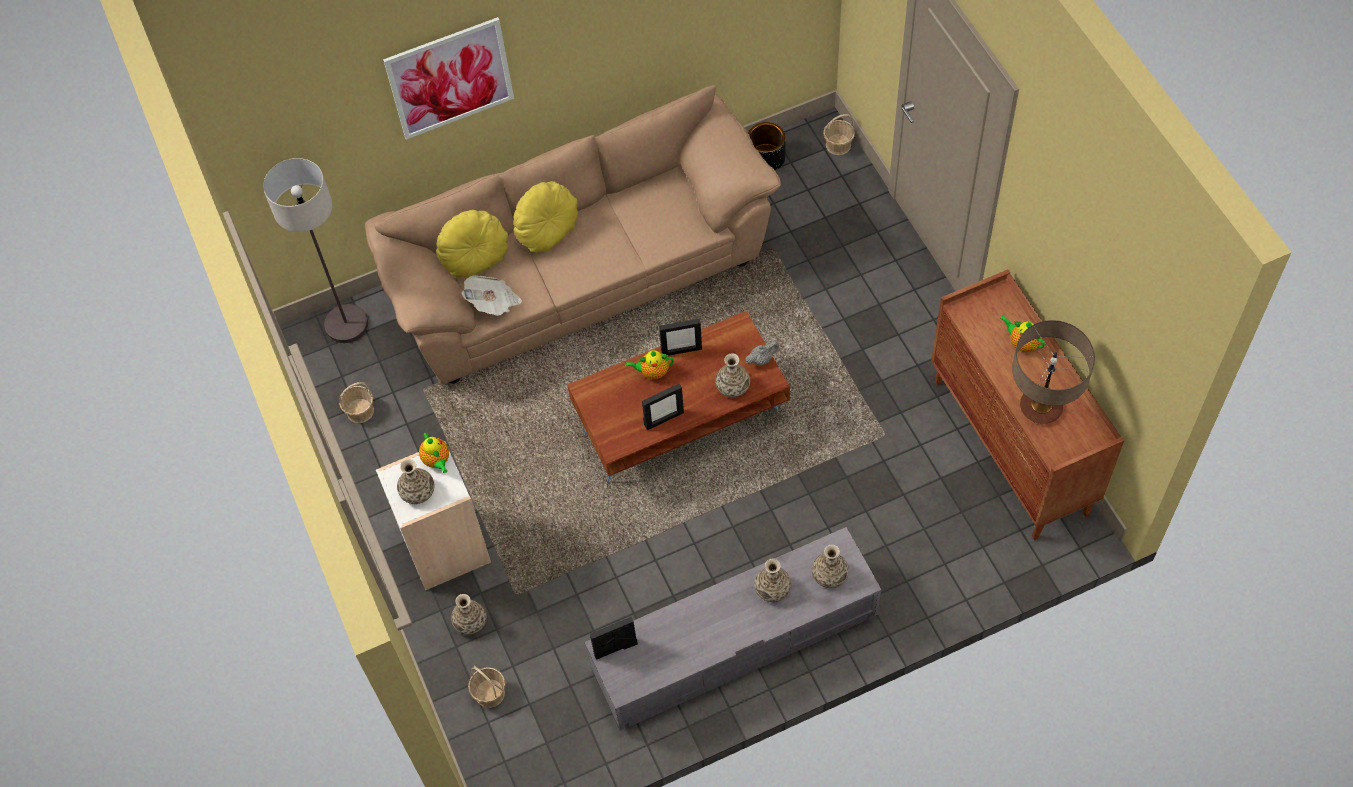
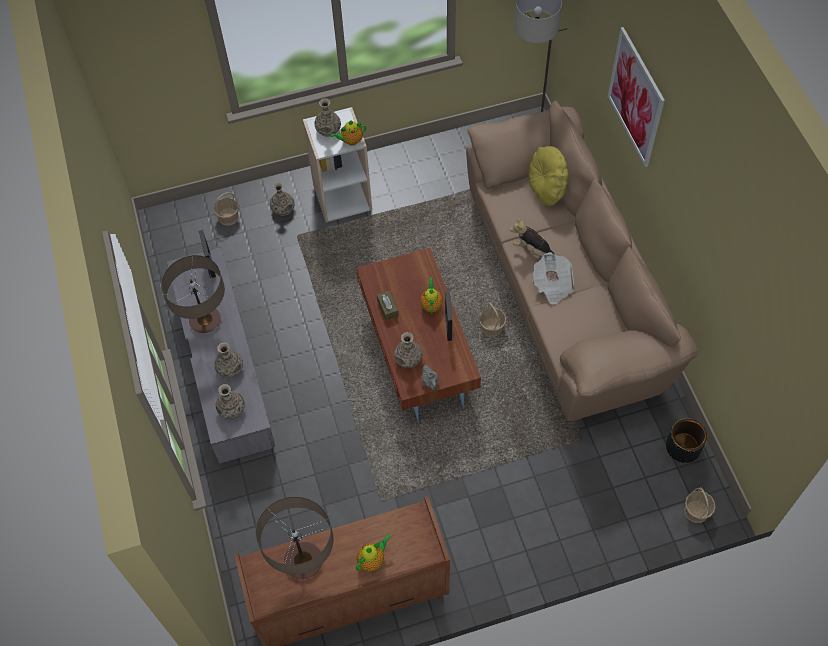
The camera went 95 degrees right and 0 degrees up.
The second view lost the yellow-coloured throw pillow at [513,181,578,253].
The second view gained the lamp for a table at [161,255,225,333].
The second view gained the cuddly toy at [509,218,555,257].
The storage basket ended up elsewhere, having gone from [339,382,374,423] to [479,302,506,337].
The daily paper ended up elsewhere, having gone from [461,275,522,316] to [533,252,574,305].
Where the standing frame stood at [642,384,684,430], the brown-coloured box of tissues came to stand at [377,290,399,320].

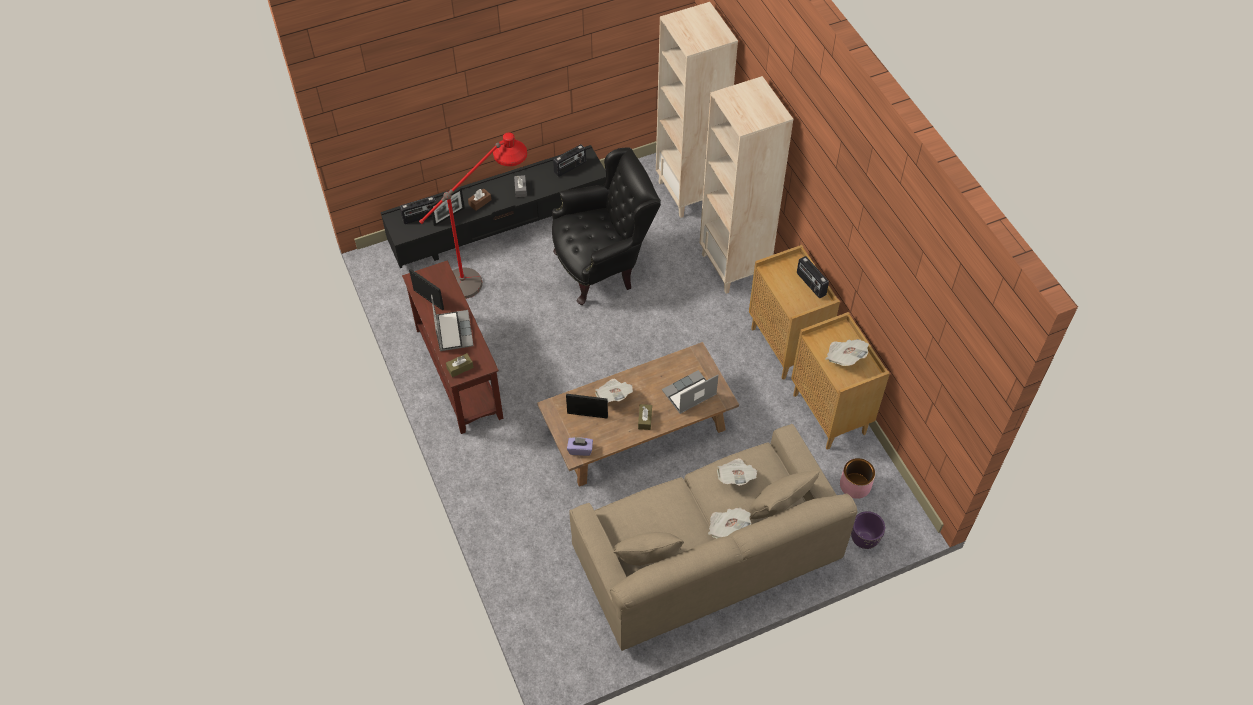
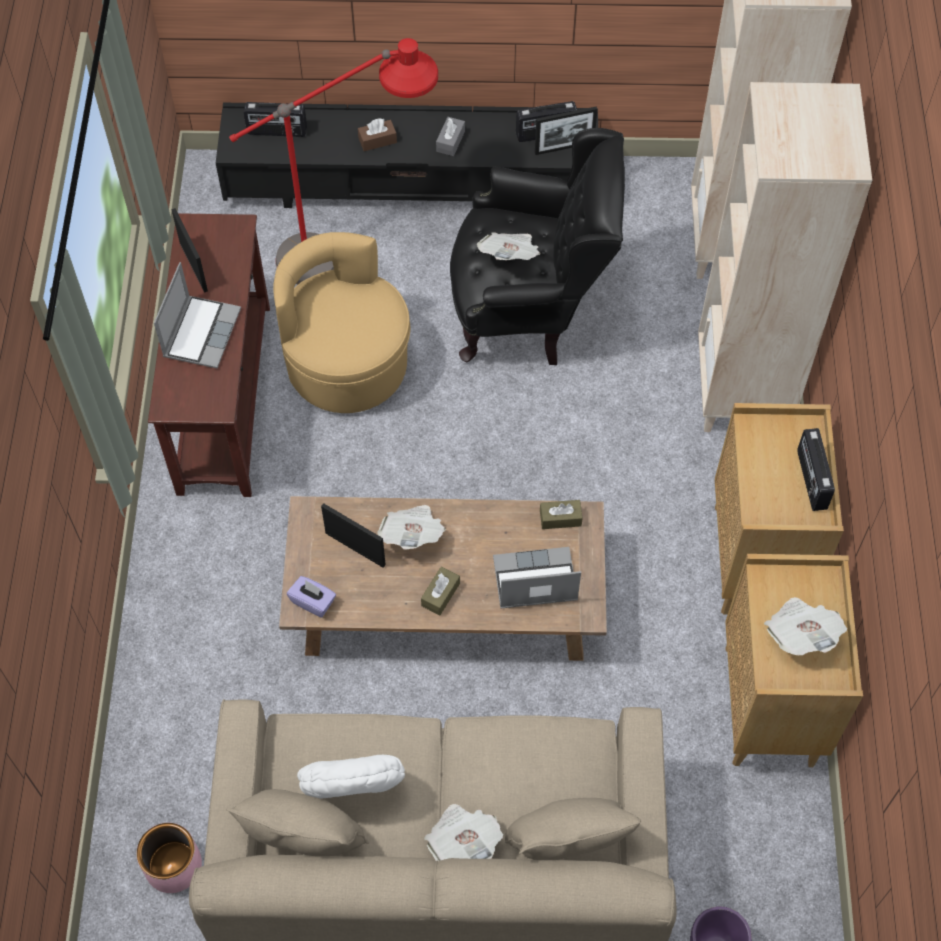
The camera went 25 degrees right and 5 degrees up.
The second view gained the beige-coloured armchair at [273,232,410,413].
The second view gained the white throw pillow at [297,755,405,799].
The standing frame ended up elsewhere, having gone from [430,187,465,226] to [535,107,597,155].
The brown-coloured box of tissues ended up elsewhere, having gone from [446,353,474,377] to [540,500,583,529].
The daily paper ended up elsewhere, having gone from [717,458,757,486] to [477,232,540,260].
The pink-coloured flower pot ended up elsewhere, having gone from [840,458,875,499] to [136,823,202,893].

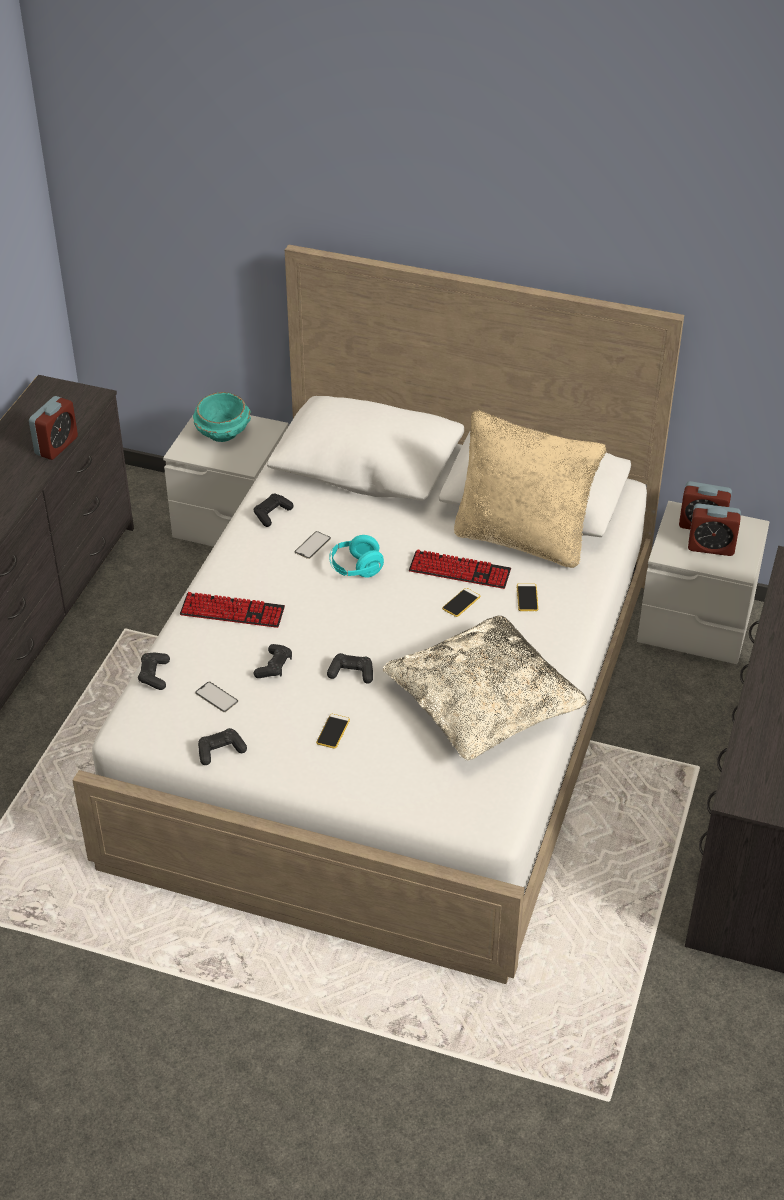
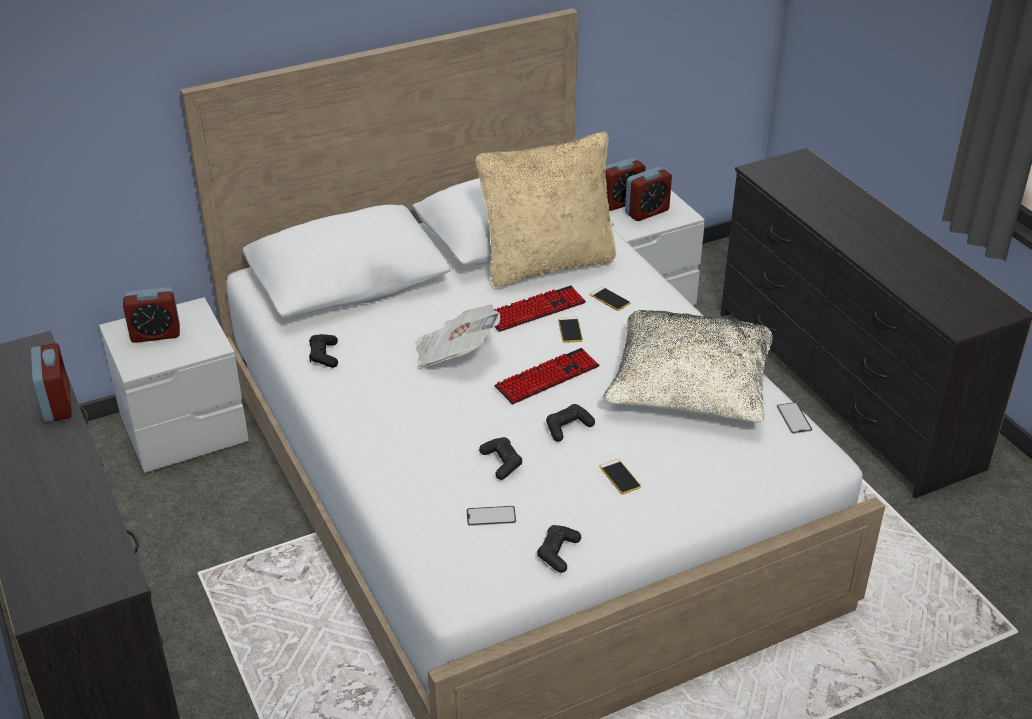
The camera went 45 degrees left and 5 degrees down.
The second view lost the black-coloured game controller at [138,653,170,690].
The computer keyboard ended up elsewhere, having gone from [180,592,285,628] to [495,348,599,404].
The handset ended up elsewhere, having gone from [295,531,331,559] to [777,402,812,434].
Where the blue-green serving bowl stood at [193,392,251,442], the table clock came to stand at [123,287,180,343].
Where the blue-green headphones stood at [329,535,384,578], the daily paper came to stand at [415,304,500,367].

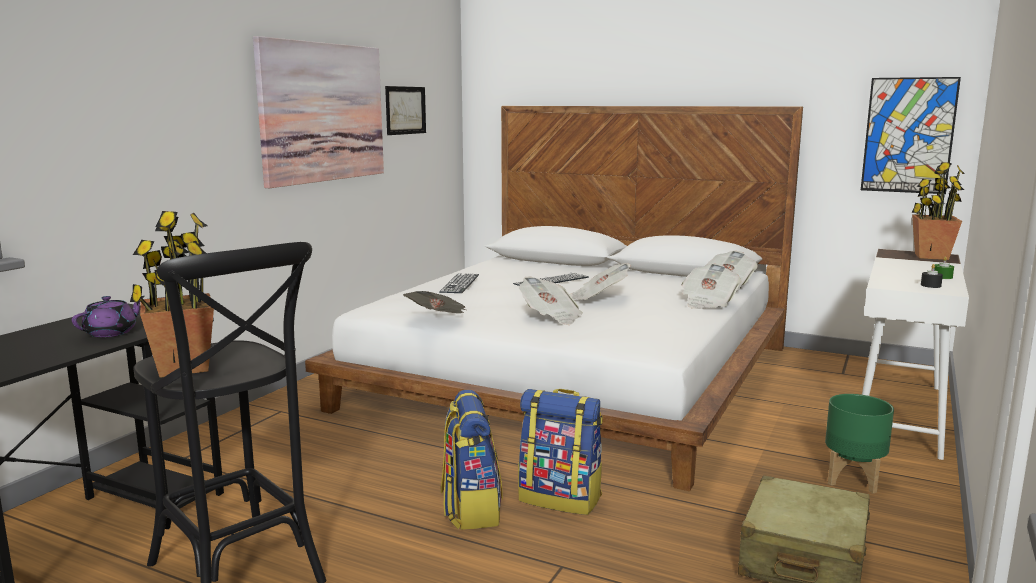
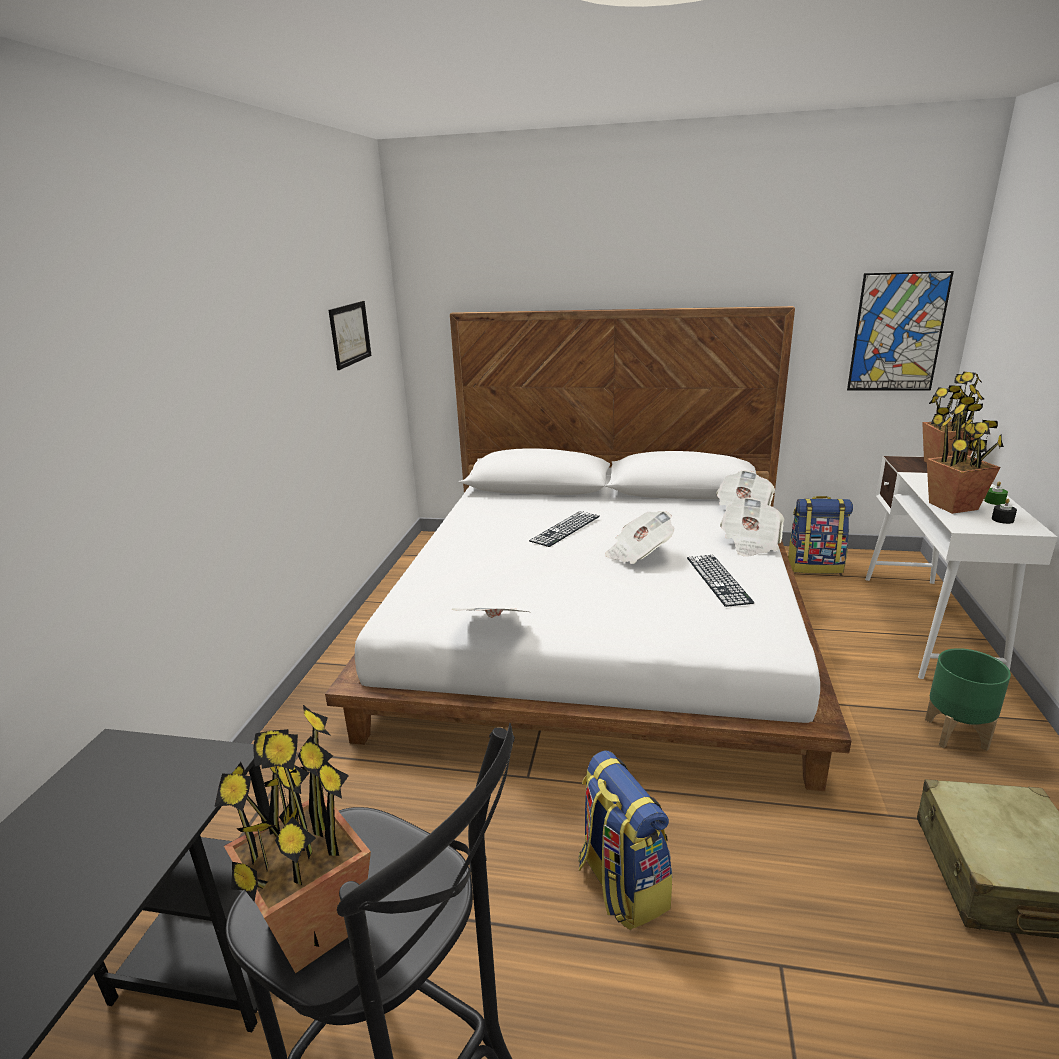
The camera went 15 degrees left and 10 degrees up.
The second view lost the purplish tea pot at [72,296,145,337].
The second view lost the picture at [253,36,384,188].
The second view lost the daily paper at [519,276,583,325].
The second view gained the plant in a pot at [927,396,1004,514].
The computer keyboard ended up elsewhere, having gone from [439,273,479,293] to [687,555,754,607].
The knapsack ended up elsewhere, having gone from [518,389,603,515] to [788,496,853,574].

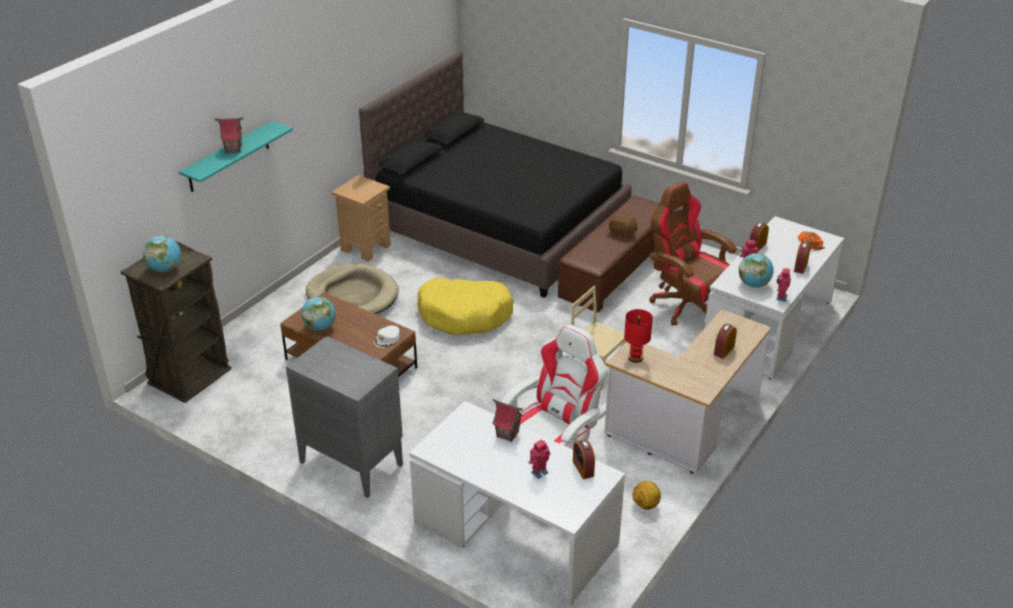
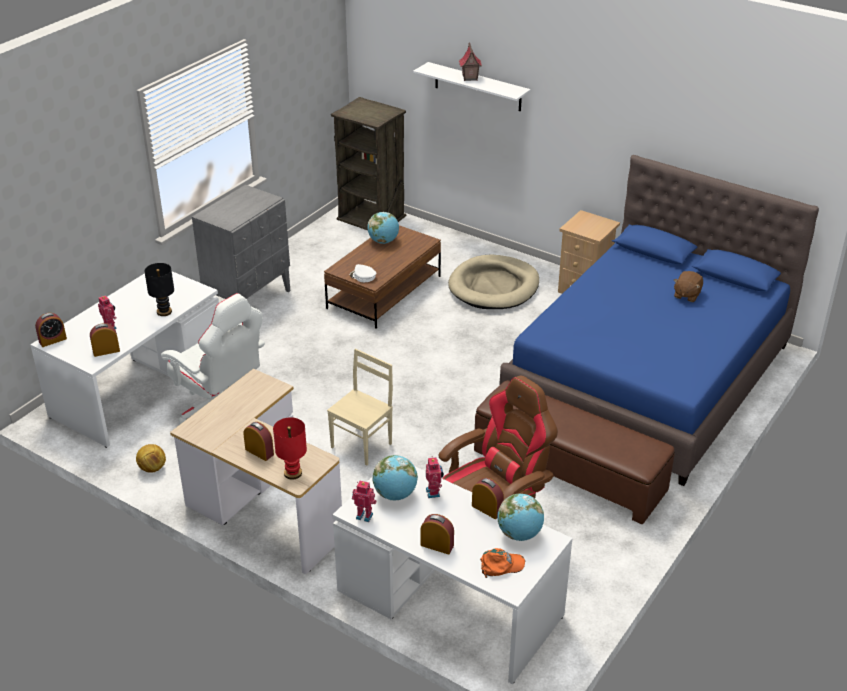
The camera went 90 degrees right and 0 degrees up.
The second view lost the yellow-coloured pet bed at [417,278,514,335].
The second view gained the table clock at [35,313,67,347].
The world globe ended up elsewhere, having gone from [143,235,181,272] to [497,493,544,541].
The brown-coloured cuddly toy ended up elsewhere, having gone from [609,213,638,239] to [674,271,703,302].
The red-coloured lamp for a table ended up elsewhere, having gone from [624,309,653,363] to [273,417,307,480].
Where the toy house stood at [492,399,523,442], the black-coloured lamp for a table came to stand at [144,263,174,316].
What was the blue-green shelf at [179,121,293,192] turned into the white shelf at [413,62,531,112].
What was the black-coloured bed at [359,51,632,298] turned into the blue-coloured bed at [499,155,819,486].

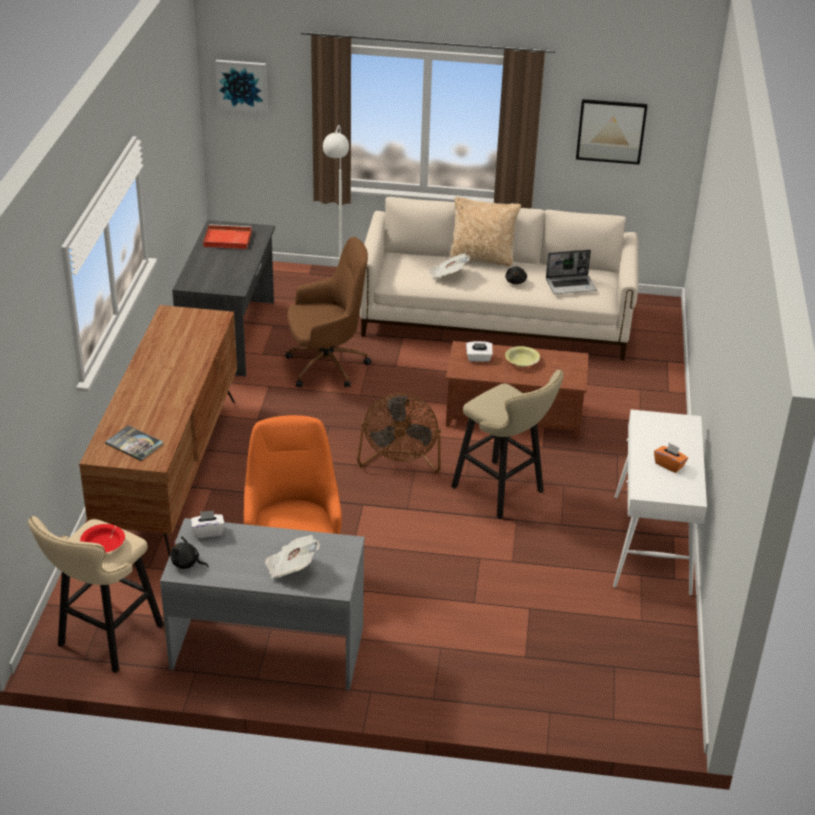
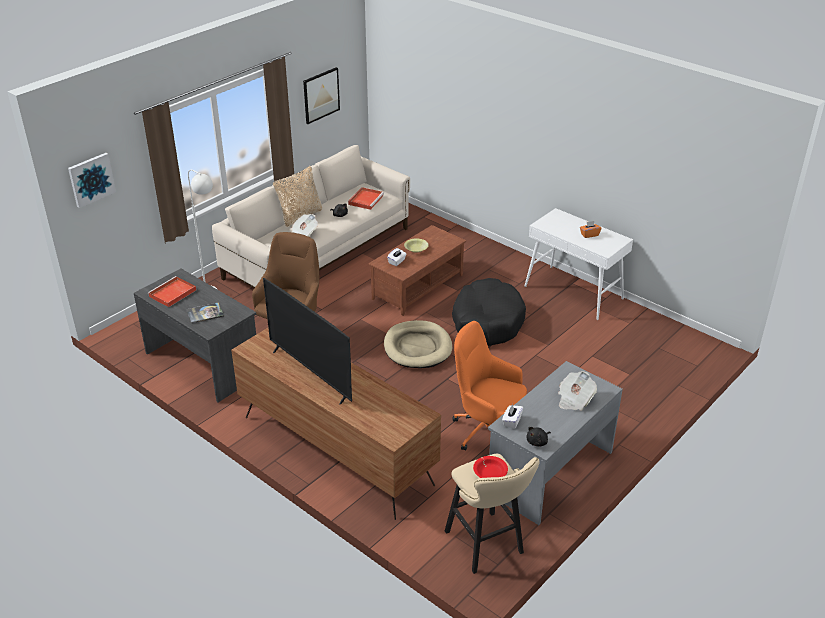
The camera went 55 degrees left and 0 degrees up.
The second view gained the television at [263,278,352,405].
The volume ended up elsewhere, having gone from [105,425,164,461] to [186,302,224,324].
Where the brown-coloured cooling fan stood at [357,393,441,474], the beige-coloured pet bed came to stand at [384,320,452,368].
Where the beige-coloured stool seat stood at [451,370,563,519], the black-coloured pet bed came to stand at [452,278,526,346].
Where the portable computer stood at [546,250,596,294], the red-coloured carrying tray came to stand at [348,187,384,210].

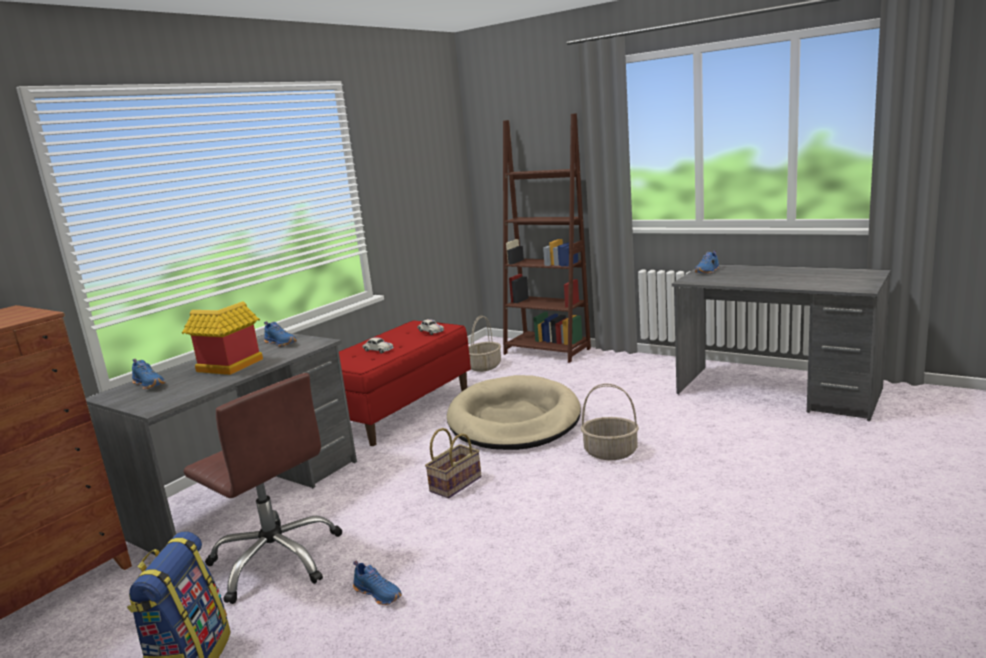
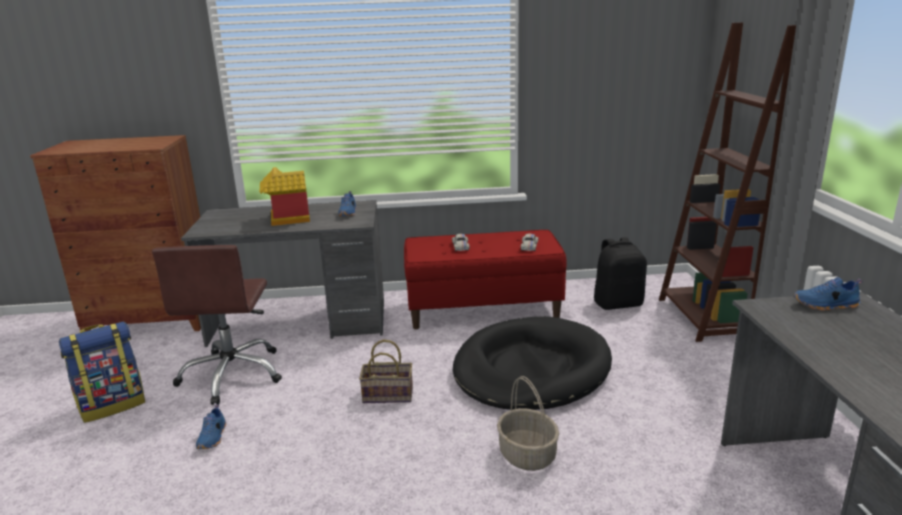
The camera went 50 degrees right and 5 degrees up.
The second view lost the blue-coloured low shoe at [132,359,165,389].
Where the storage basket stood at [469,316,501,372], the black-coloured knapsack came to stand at [594,237,647,310].
What was the beige-coloured pet bed at [447,375,581,450] turned into the black-coloured pet bed at [453,316,612,410].

